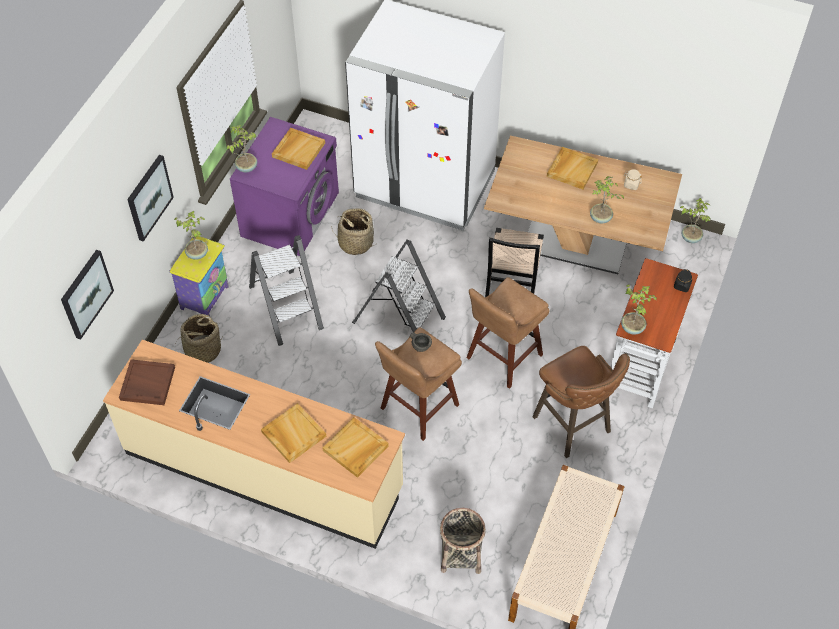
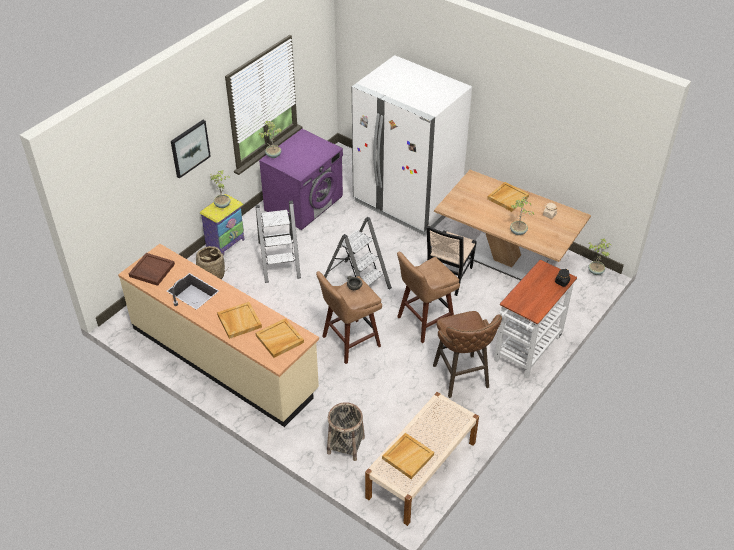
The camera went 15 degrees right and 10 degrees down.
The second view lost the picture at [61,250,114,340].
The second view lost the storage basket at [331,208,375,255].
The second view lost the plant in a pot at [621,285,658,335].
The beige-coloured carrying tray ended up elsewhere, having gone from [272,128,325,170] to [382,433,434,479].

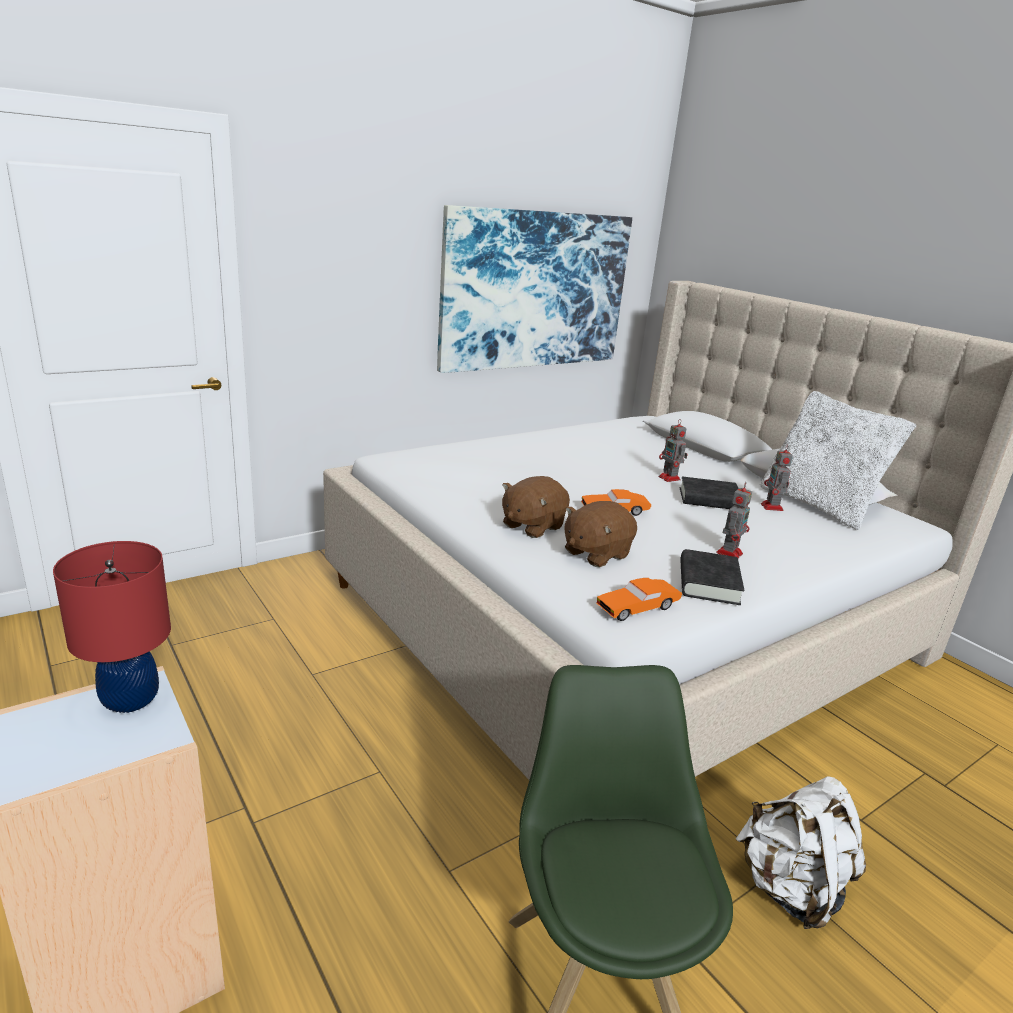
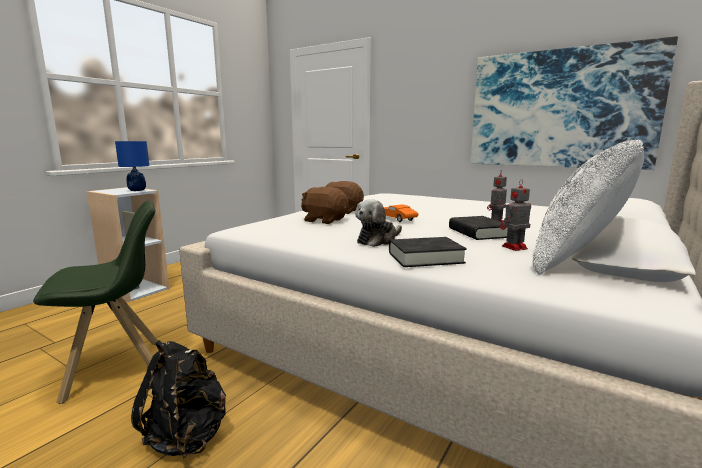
The camera went 70 degrees right and 10 degrees down.
The second view lost the orange model car at [597,578,682,621].
The black-coloured volume ended up elsewhere, having gone from [680,549,744,605] to [389,237,467,267].
Where the toy robot stood at [716,482,752,558], the cuddly toy came to stand at [355,199,402,247].
What was the red-coloured lamp for a table at [53,541,171,713] turned into the blue-coloured lamp for a table at [115,140,149,191].
What was the white knapsack at [736,776,866,929] turned into the black-coloured knapsack at [131,340,226,458].

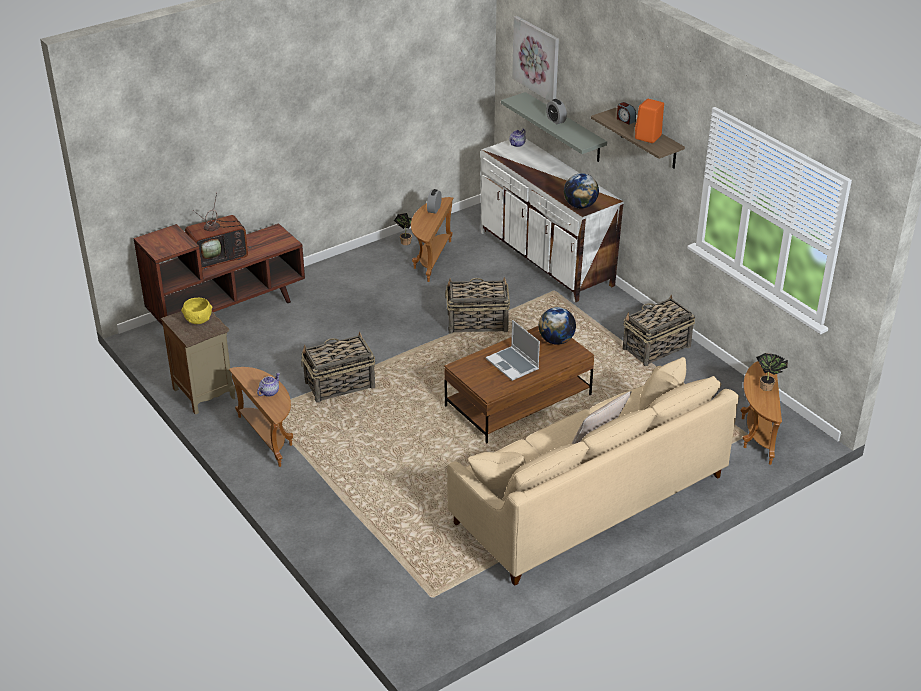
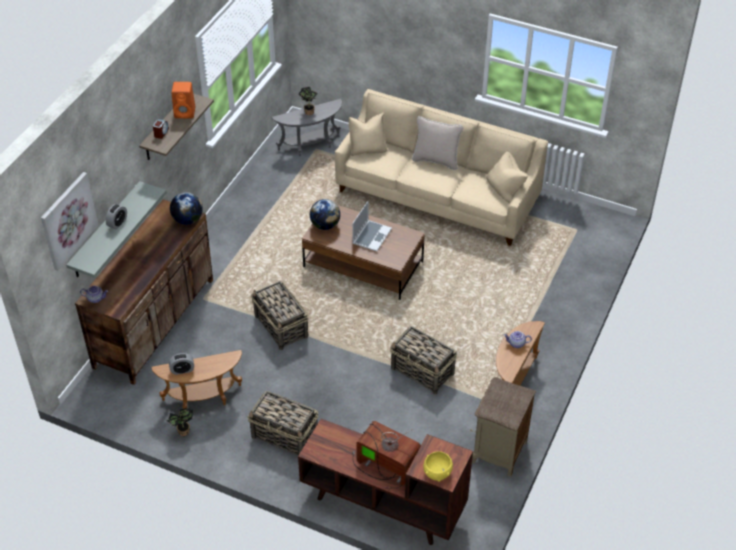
The camera went 120 degrees left and 10 degrees up.
The yellow-coloured serving bowl ended up elsewhere, having gone from [181,298,212,324] to [423,451,453,482].
The storage basket ended up elsewhere, having gone from [623,295,695,366] to [248,391,318,455].
What was the white storage cabinet at [481,139,624,303] turned into the brown-coloured storage cabinet at [75,199,213,385].
What was the brown-coloured end table at [740,361,782,465] turned into the greyish end table at [272,99,342,157].

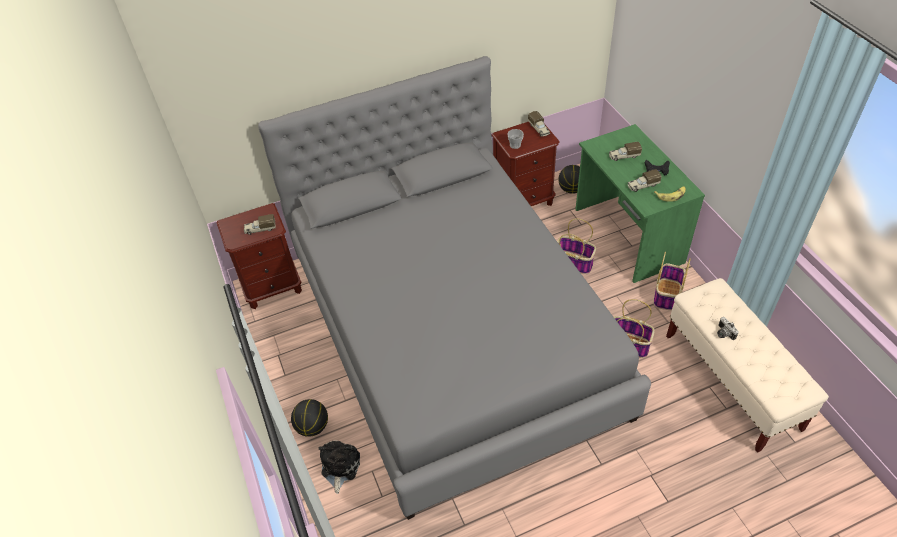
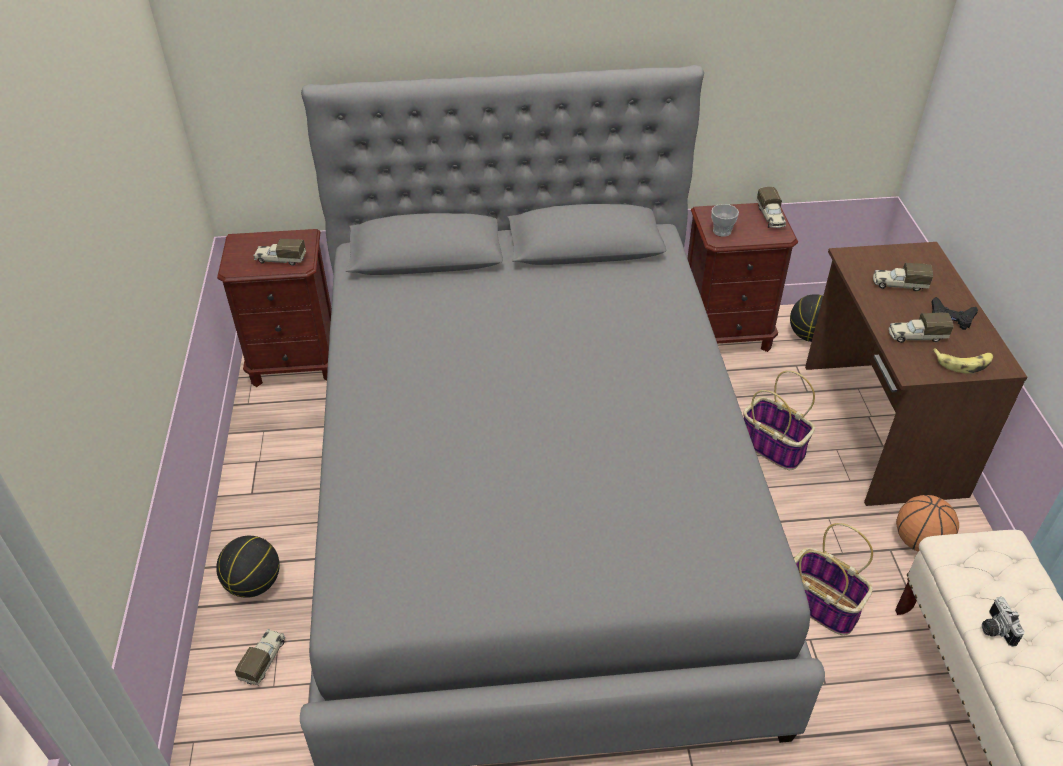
The camera went 15 degrees right and 5 degrees down.
Where the cuddly toy stood at [318,440,360,494], the toy lorry came to stand at [235,629,285,686].
Where the storage basket stood at [654,252,691,310], the ball for basketball came to stand at [896,495,959,552].
What was the green-coloured desk unit at [575,124,705,283] turned into the brown-coloured desk unit at [805,242,1027,506].

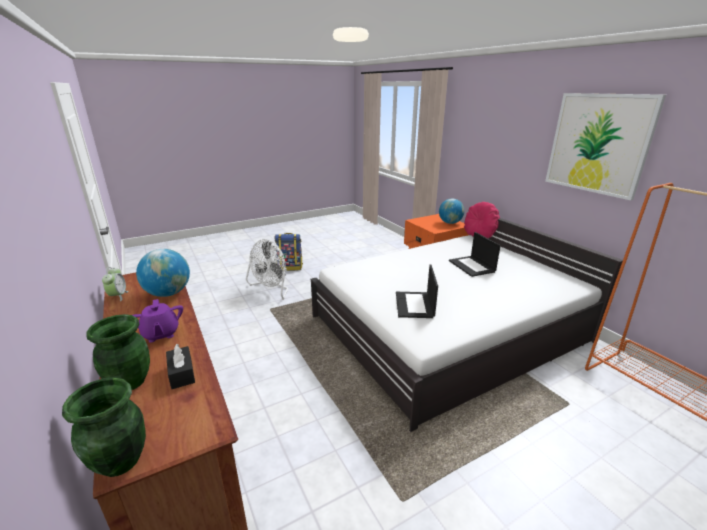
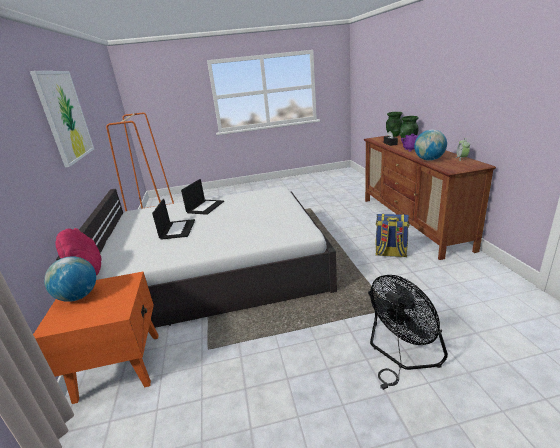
The camera went 160 degrees left and 0 degrees up.
The knapsack ended up elsewhere, having gone from [275,233,303,271] to [375,214,409,257].
The portable computer ended up elsewhere, having gone from [396,264,438,318] to [181,179,224,215].
What was the white cooling fan at [246,239,288,300] turned into the black-coloured cooling fan at [368,275,448,390].

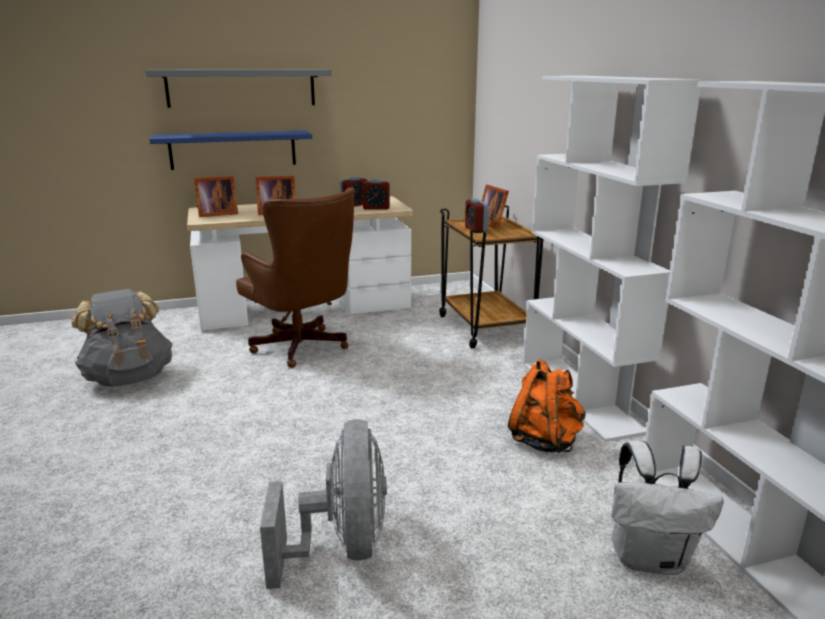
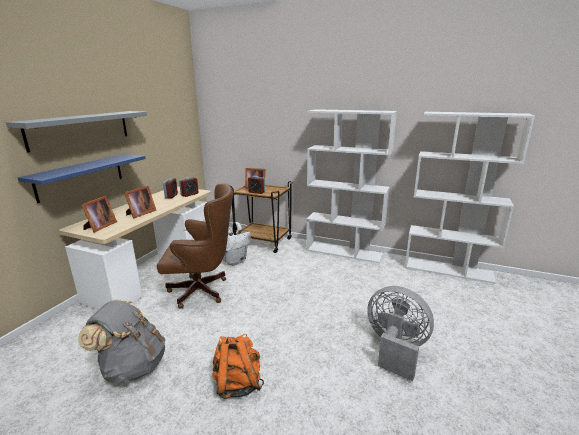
The camera went 50 degrees left and 0 degrees up.
The orange knapsack ended up elsewhere, having gone from [508,359,586,453] to [212,334,264,399].
The white knapsack ended up elsewhere, having gone from [612,441,724,575] to [223,222,251,266].

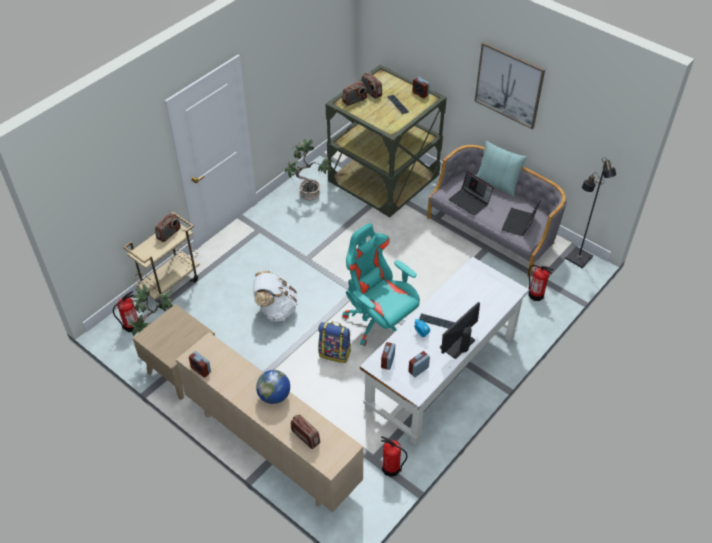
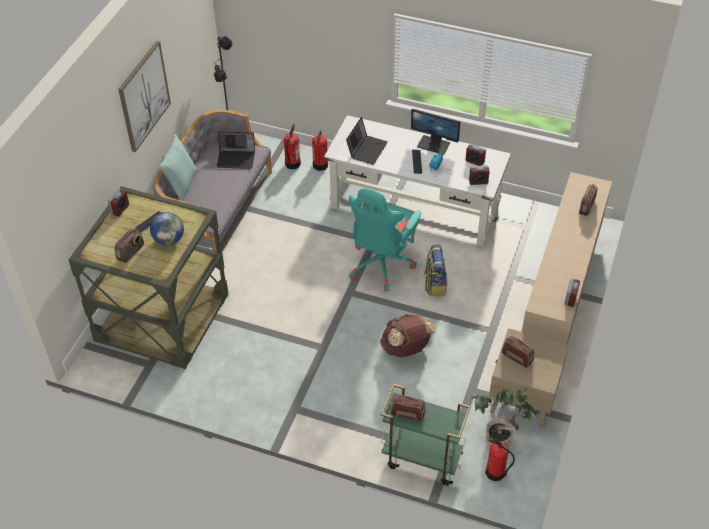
The camera went 110 degrees left and 0 degrees up.
The second view lost the plant in a pot at [285,139,334,201].
The world globe ended up elsewhere, having gone from [256,370,290,404] to [150,212,184,246].
The radio ended up elsewhere, having gone from [342,81,367,106] to [502,336,534,368].
The extinguisher ended up elsewhere, having gone from [381,436,407,477] to [312,131,328,171].
The portable computer ended up elsewhere, having gone from [449,171,494,215] to [346,117,388,165].
What was the beige-coloured wheeled cart at [123,212,200,309] turned into the green-coloured wheeled cart at [380,384,471,486].
What was the white knapsack at [253,271,297,322] turned into the brown-coloured knapsack at [380,314,436,357].

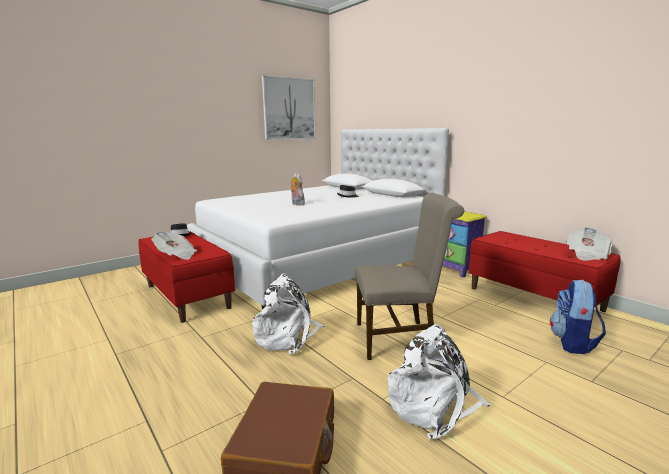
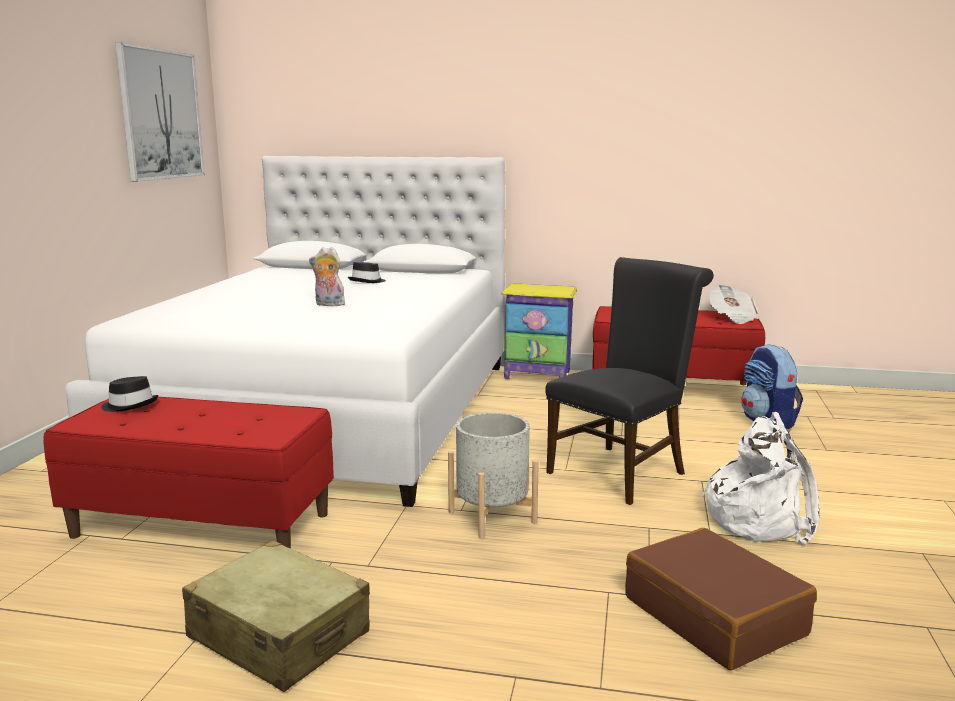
The camera went 40 degrees left and 0 degrees up.
The second view lost the daily paper at [151,232,197,260].
The second view gained the beige-coloured travel case at [182,540,370,692].
Where the white knapsack stood at [252,273,326,355], the greyish flower pot came to stand at [448,412,539,539].
What was the beige-coloured chair at [354,193,464,360] turned into the black-coloured chair at [545,257,714,505].

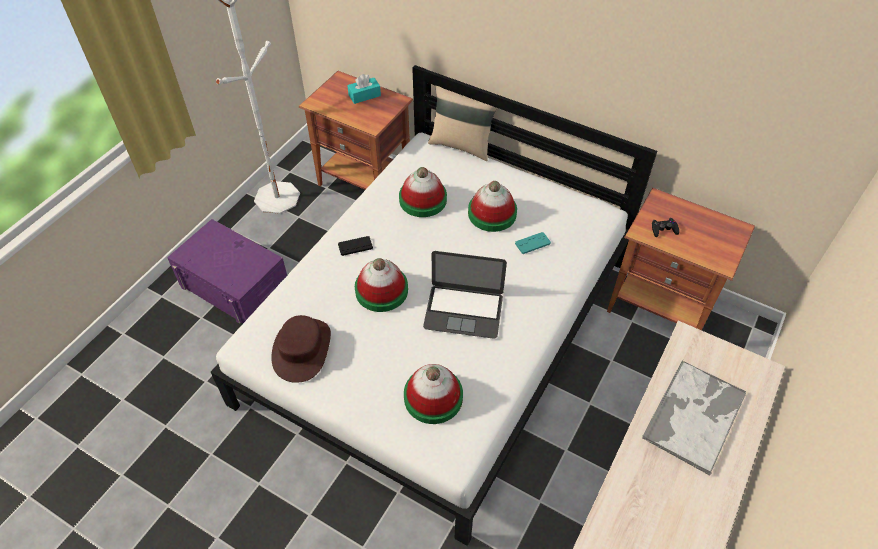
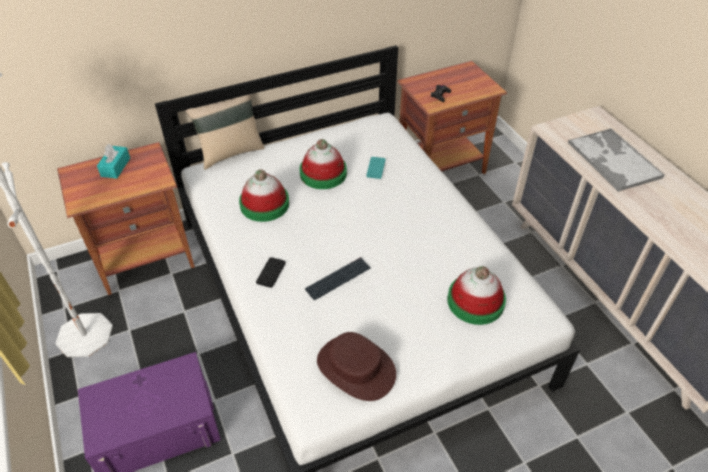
The camera went 55 degrees left and 5 degrees down.
The second view lost the portable computer at [423,251,507,339].
Where the hat stood at [355,258,408,312], the computer keyboard came to stand at [305,257,370,301].

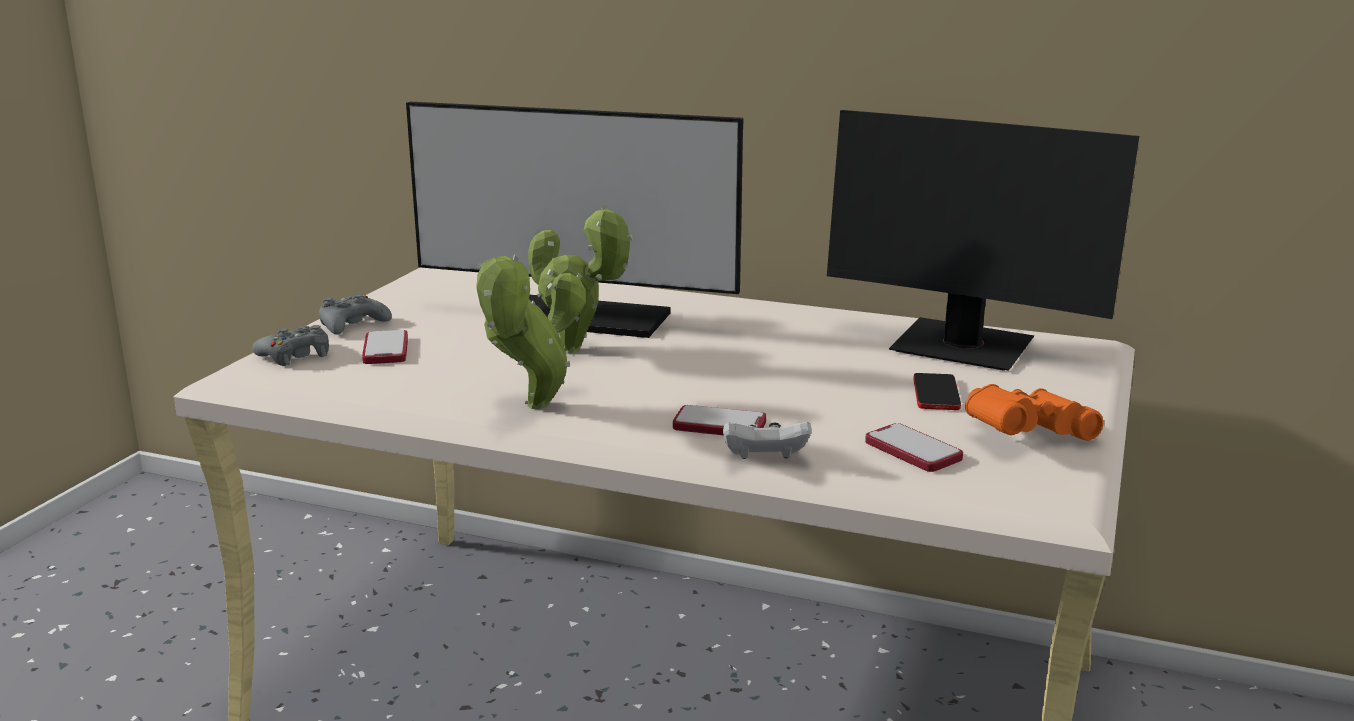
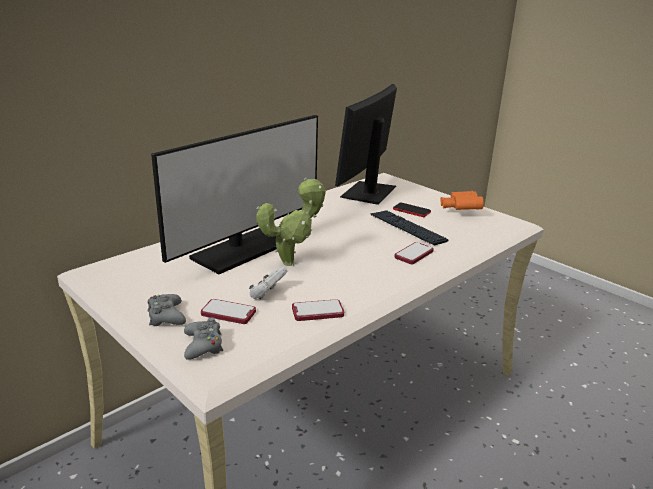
The camera went 65 degrees left and 5 degrees up.
The second view lost the plant in a pot at [476,254,586,409].
The second view gained the computer keyboard at [371,210,449,246].
The white game controller ended up elsewhere, having gone from [723,422,812,459] to [249,267,288,299].
The handset ended up elsewhere, having gone from [865,423,963,472] to [292,299,344,321].
The computer display at [827,110,1139,371] ended up facing another way, 150 degrees clockwise from before.

